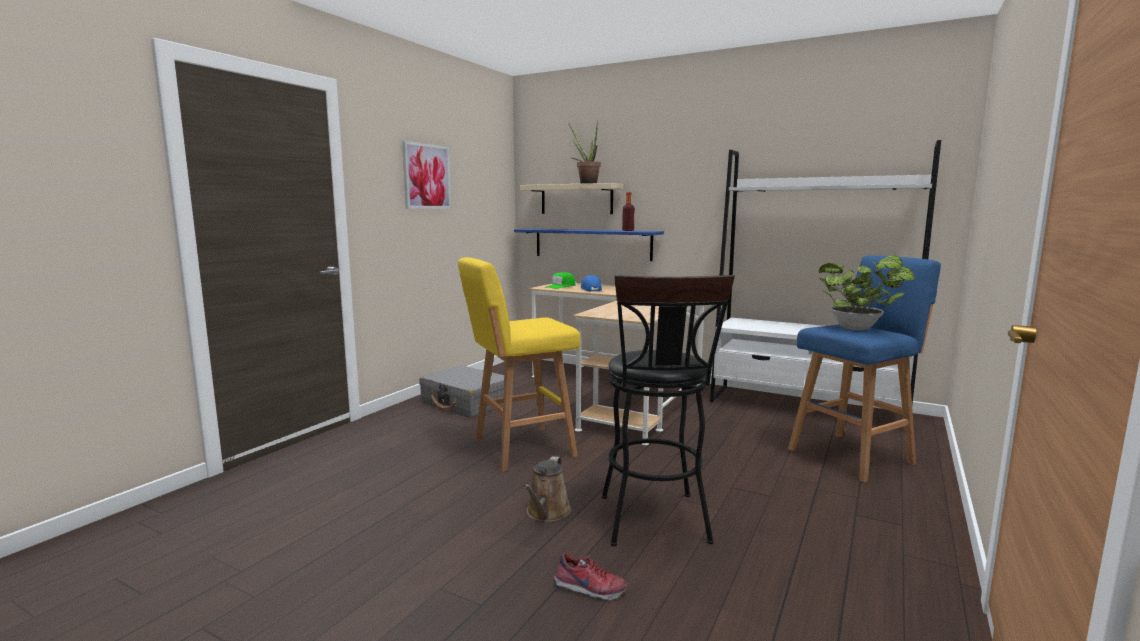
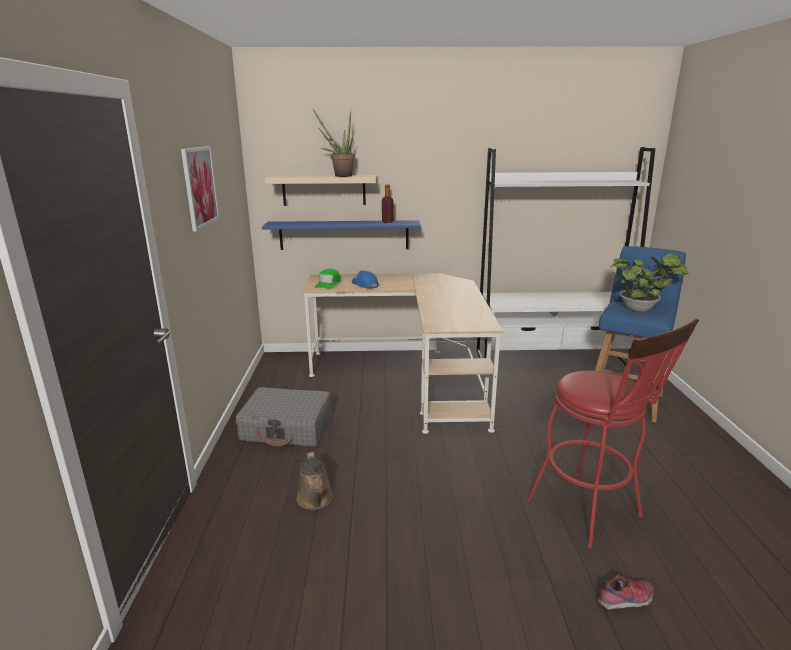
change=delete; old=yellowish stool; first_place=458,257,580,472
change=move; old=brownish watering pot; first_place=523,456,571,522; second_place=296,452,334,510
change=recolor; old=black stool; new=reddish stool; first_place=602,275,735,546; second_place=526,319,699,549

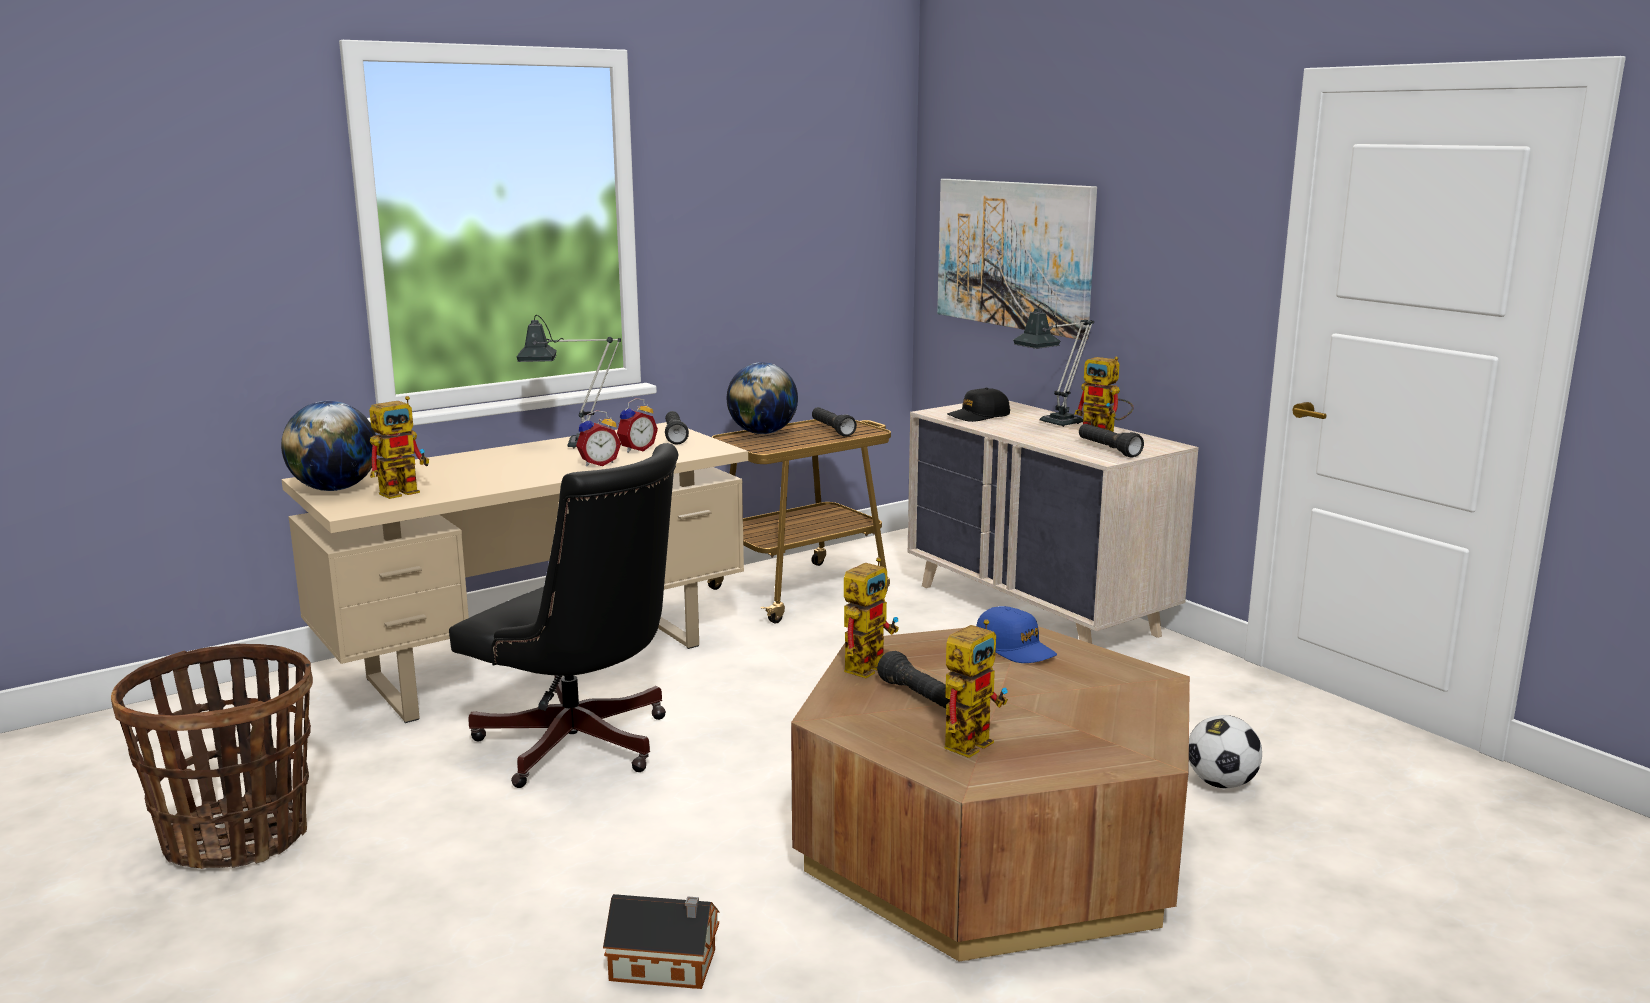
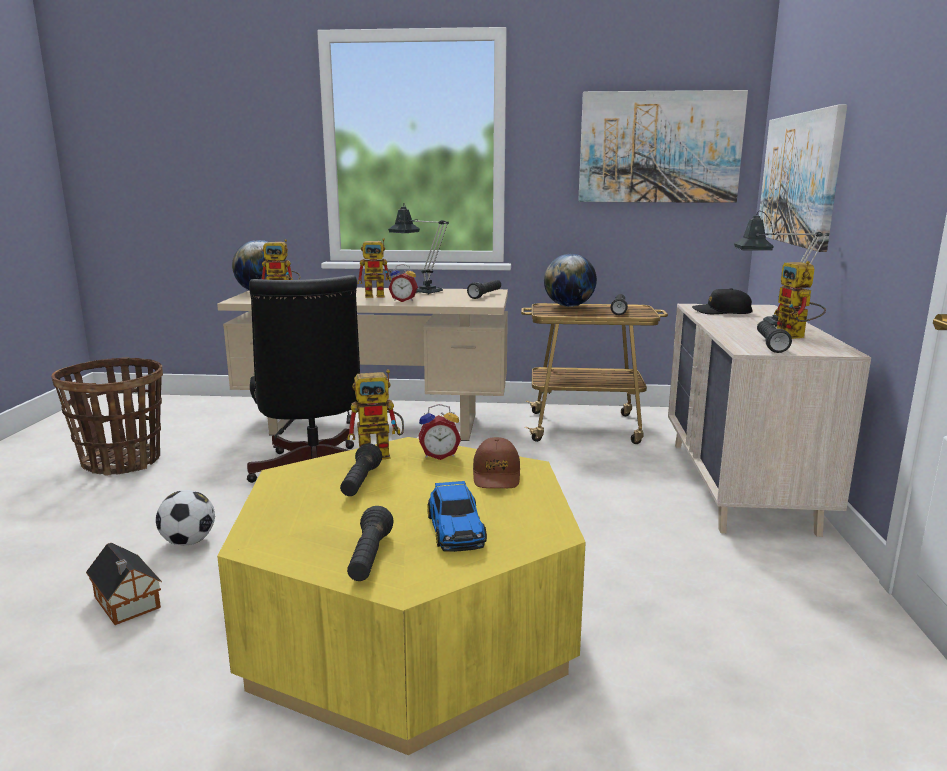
change=move; old=alarm clock; first_place=617,398,658,453; second_place=418,404,461,460
change=recolor; old=brownish lounge table; new=yellowish lounge table; first_place=791,626,1190,961; second_place=217,437,586,755
change=move; old=model robot; first_place=944,619,1008,758; second_place=357,238,395,298
change=recolor; old=bluish peaked cap; new=brownish peaked cap; first_place=976,606,1057,663; second_place=473,437,520,488
change=move; old=football ball; first_place=1189,715,1262,788; second_place=156,490,215,545
change=insert; new=black hand torch; second_place=347,506,394,581
change=insert; new=miniature car; second_place=427,481,487,552
change=insert; new=wall art; second_place=578,90,748,203

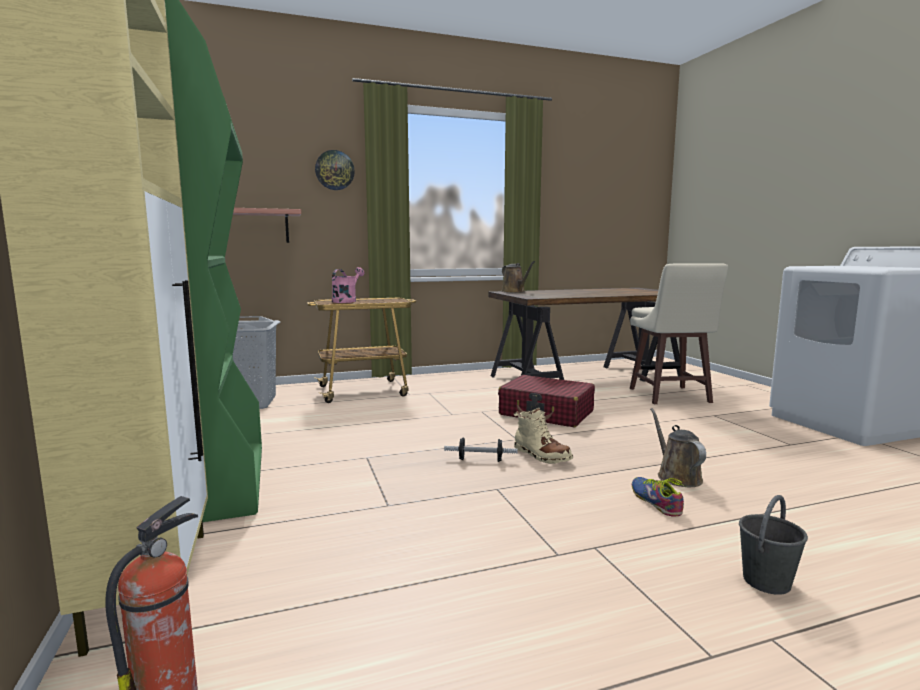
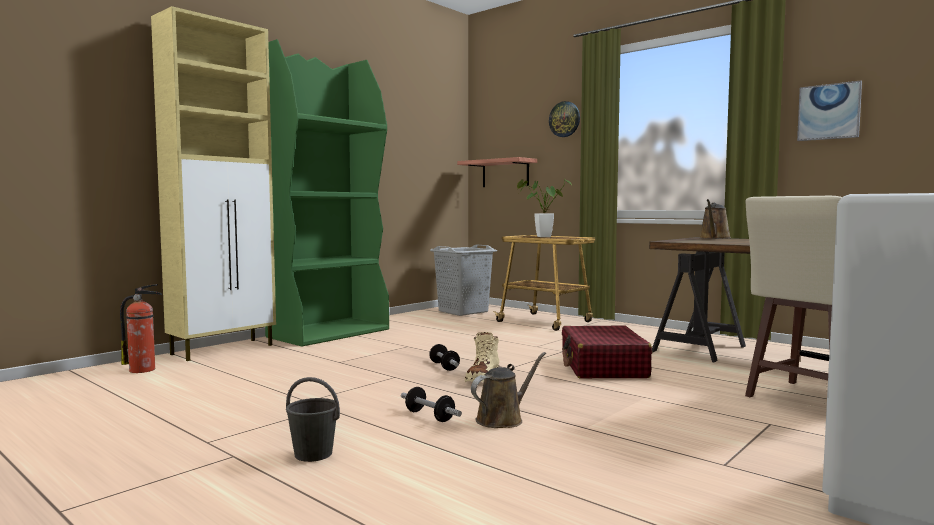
change=replace; old=pinkish watering pot; new=potted plant; first_place=332,267,364,303; second_place=517,178,572,237
change=replace; old=shoe; new=dumbbell; first_place=632,477,687,517; second_place=401,387,462,422
change=insert; new=wall art; second_place=797,80,862,141

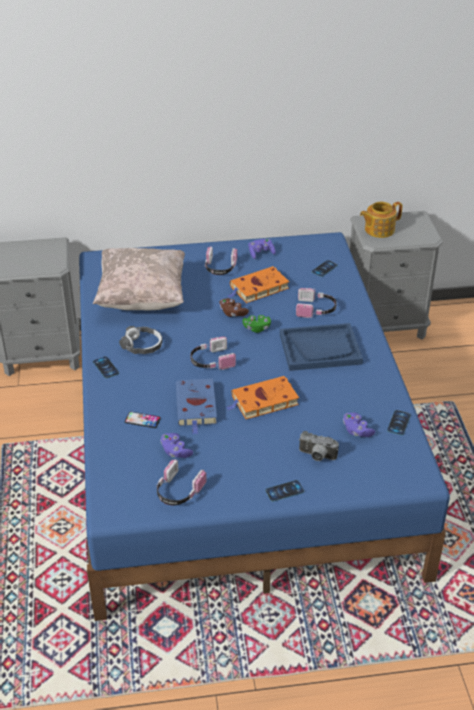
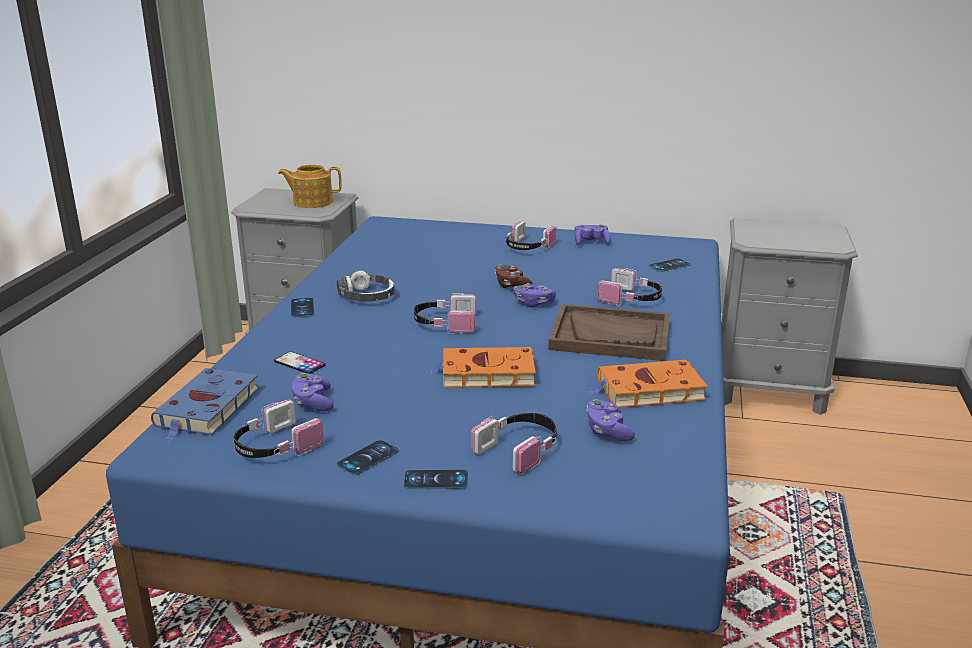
change=delete; old=sand-coloured pillow; first_place=93,248,185,310
change=move; old=bluish bound book; first_place=176,379,217,434; second_place=151,368,259,442
change=move; old=orange-coloured bound book; first_place=227,266,289,303; second_place=585,360,708,408
change=recolor; old=green joypad; new=purplish joypad; first_place=243,315,271,333; second_place=513,283,556,308
change=recolor; old=bluish carrying tray; new=brownish carrying tray; first_place=280,323,363,371; second_place=548,304,670,361
change=replace; old=photo camera; new=pair of headphones; first_place=299,431,339,461; second_place=471,413,557,474
change=move; old=teapot; first_place=360,202,402,238; second_place=278,164,342,208
change=move; old=phone; first_place=387,410,411,436; second_place=336,440,399,475

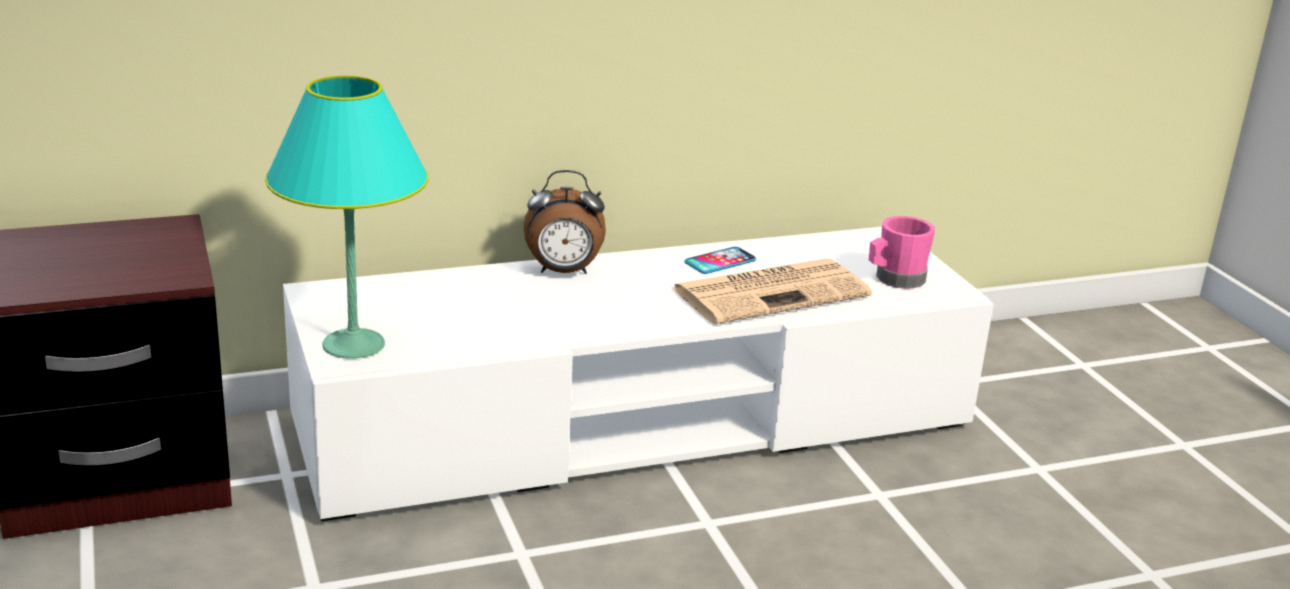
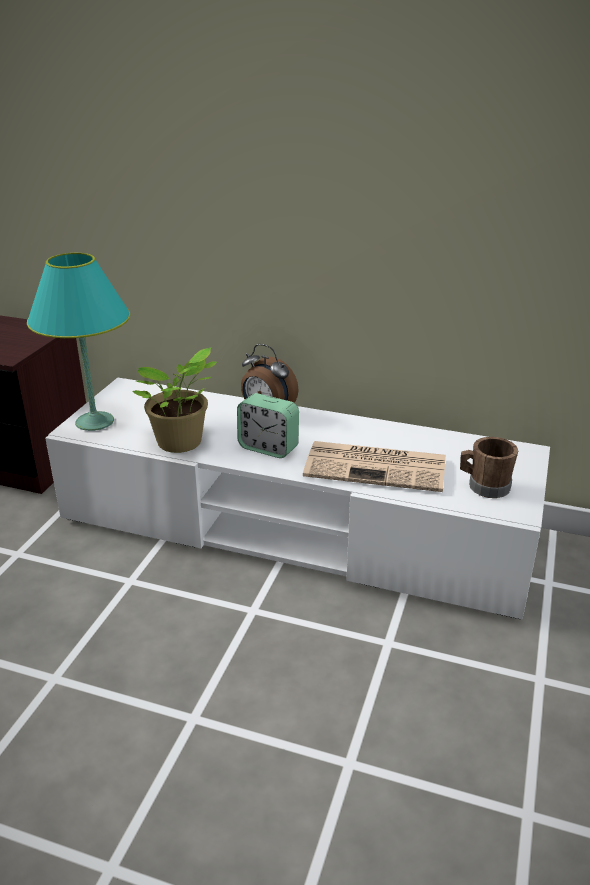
change=delete; old=phone; first_place=685,247,756,274
change=recolor; old=pinkish mug; new=brownish mug; first_place=869,216,935,289; second_place=460,437,518,498
change=insert; new=potted plant; second_place=132,348,217,453
change=insert; new=alarm clock; second_place=237,393,299,458

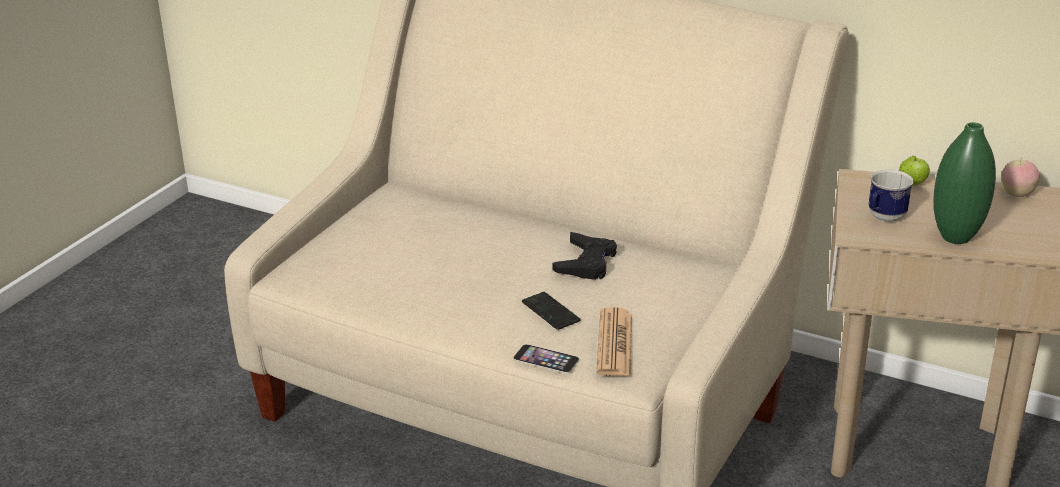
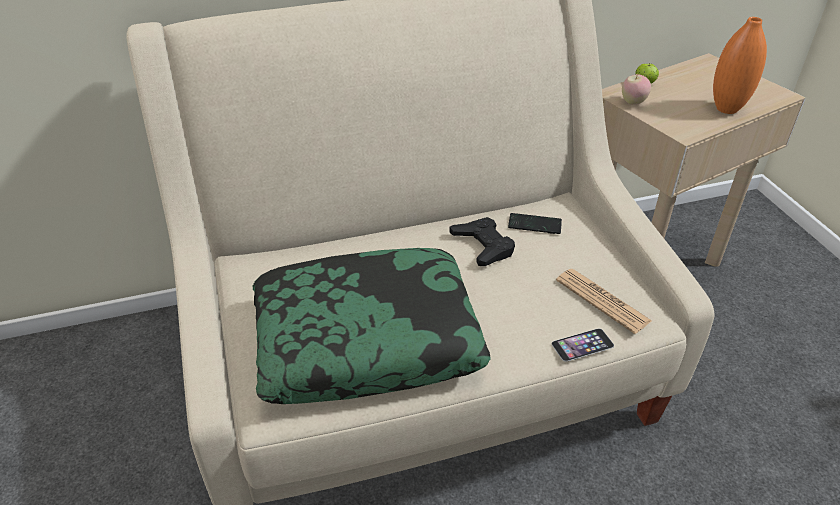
change=move; old=phone; first_place=522,292,580,330; second_place=508,213,562,234
change=delete; old=mug; first_place=868,169,914,222
change=recolor; old=green decorative vase; new=orange-coloured decorative vase; first_place=933,122,996,244; second_place=713,17,767,114
change=move; old=whole apple; first_place=1001,158,1040,197; second_place=622,73,651,105
change=insert; new=pillow; second_place=253,248,491,404

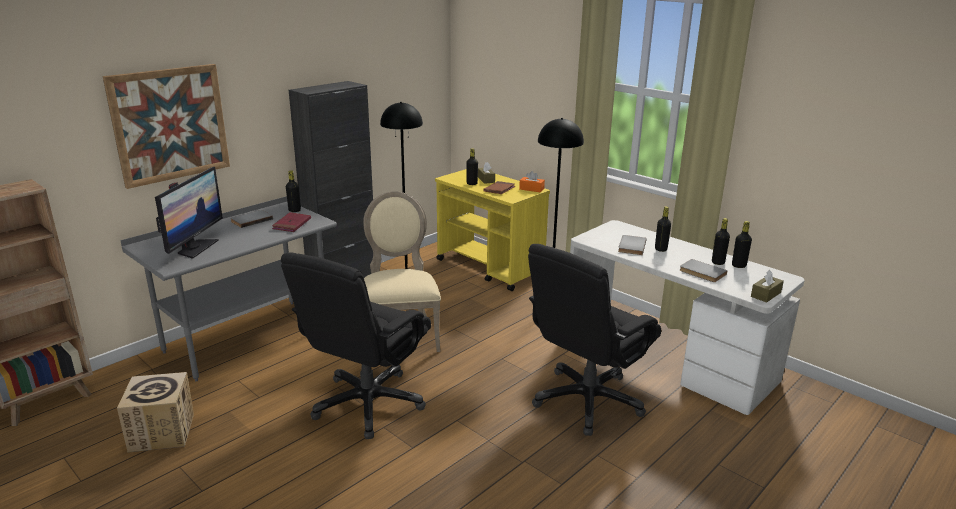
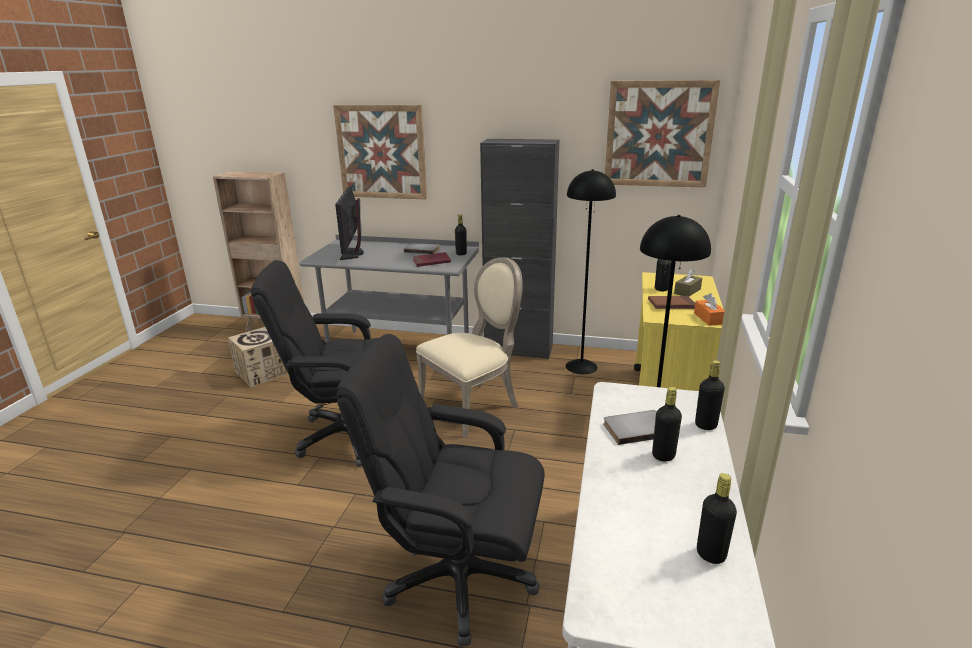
change=rotate; old=computer screen; first_place=155,167,223,259; second_place=335,187,364,260; degrees=105
change=delete; old=greyish bound book; first_place=679,259,728,282
change=move; old=black bottle; first_place=712,218,730,265; second_place=695,360,725,430
change=delete; old=brownish tissue box; first_place=751,270,784,303
change=insert; new=wall art; second_place=605,80,720,188

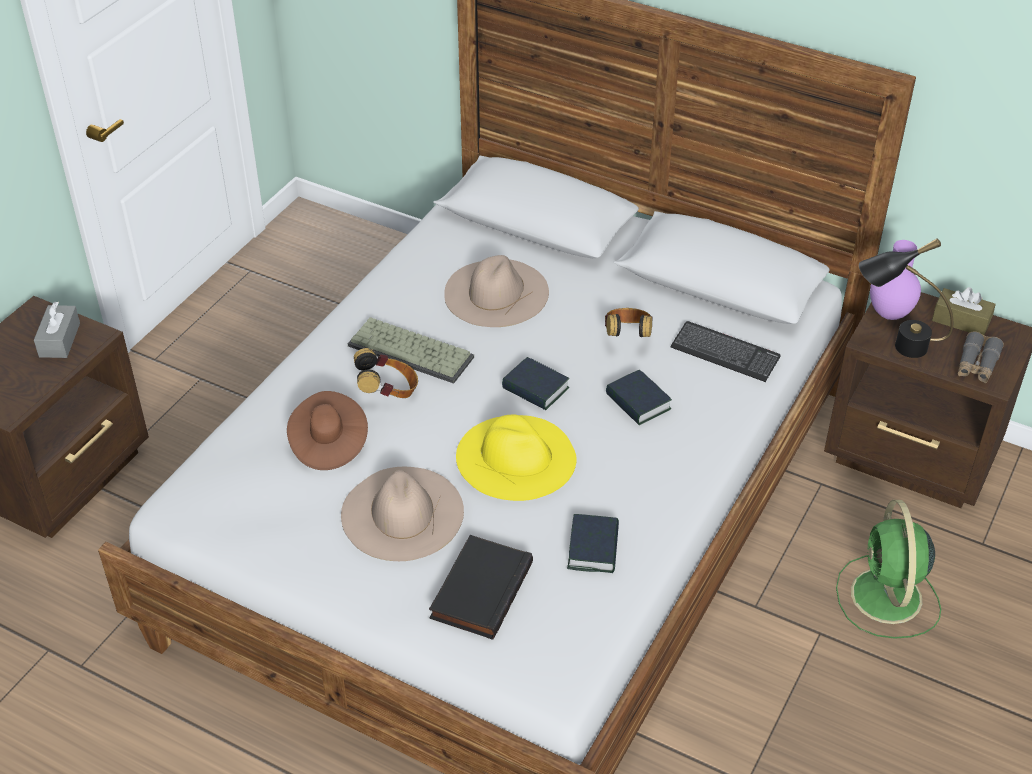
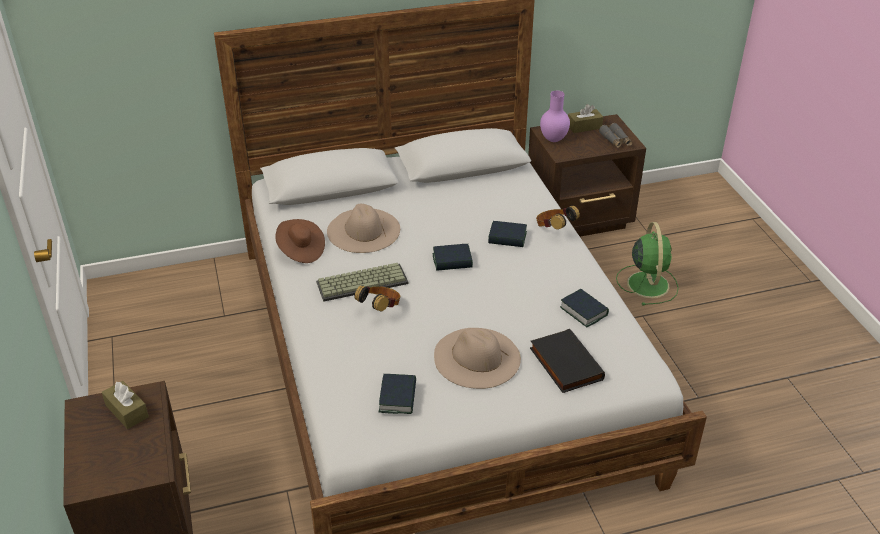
change=recolor; old=greyish tissue box; new=brownish tissue box; first_place=34,302,80,358; second_place=102,381,149,429
change=move; old=brownish clothing hat; first_place=287,391,368,470; second_place=275,219,325,263
change=delete; old=yellowish clothing hat; first_place=456,415,577,501
change=move; old=pair of headphones; first_place=605,308,653,337; second_place=536,205,580,230
change=delete; old=PC keyboard; first_place=670,321,780,382
change=rotate; old=green cooling fan; first_place=836,500,941,639; second_place=616,222,679,306; degrees=-135
change=delete; old=black tabletop lamp; first_place=859,239,953,358
change=insert; new=bound book; second_place=379,374,416,414

